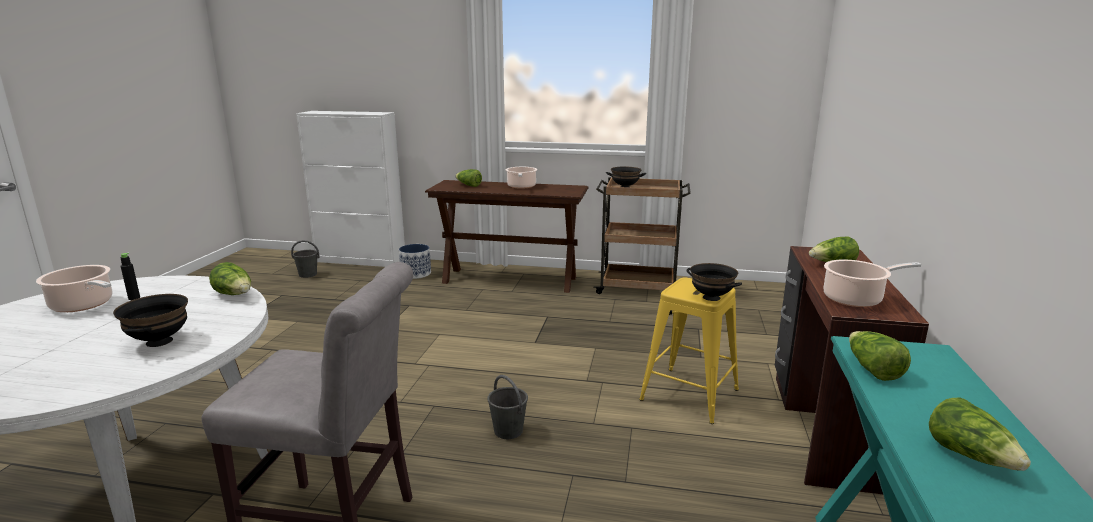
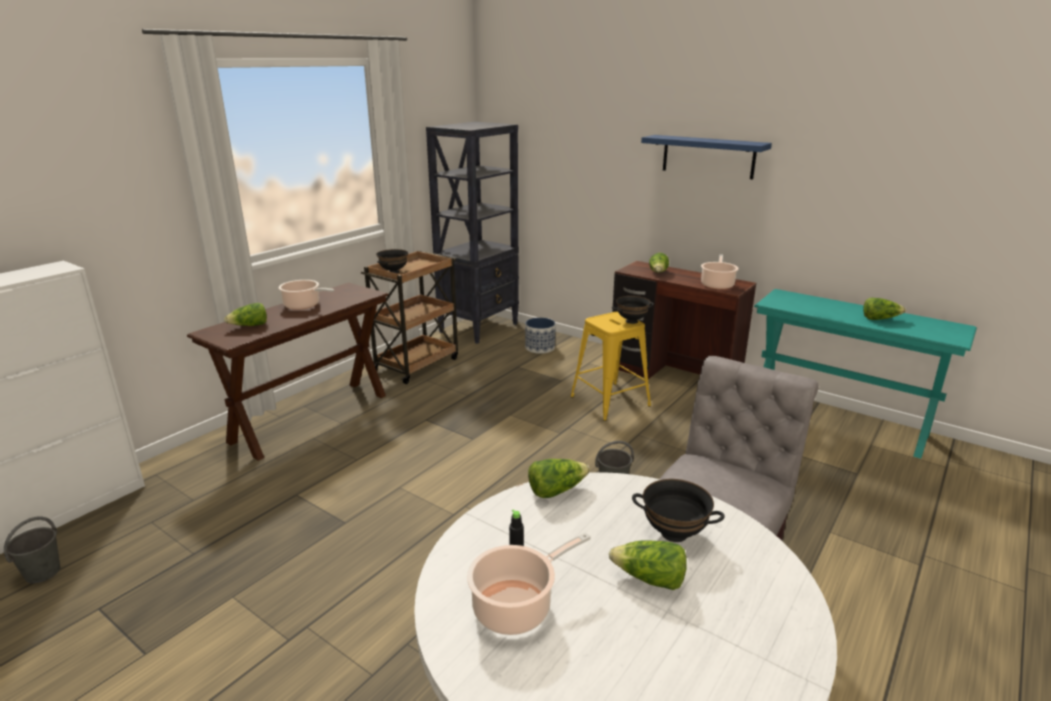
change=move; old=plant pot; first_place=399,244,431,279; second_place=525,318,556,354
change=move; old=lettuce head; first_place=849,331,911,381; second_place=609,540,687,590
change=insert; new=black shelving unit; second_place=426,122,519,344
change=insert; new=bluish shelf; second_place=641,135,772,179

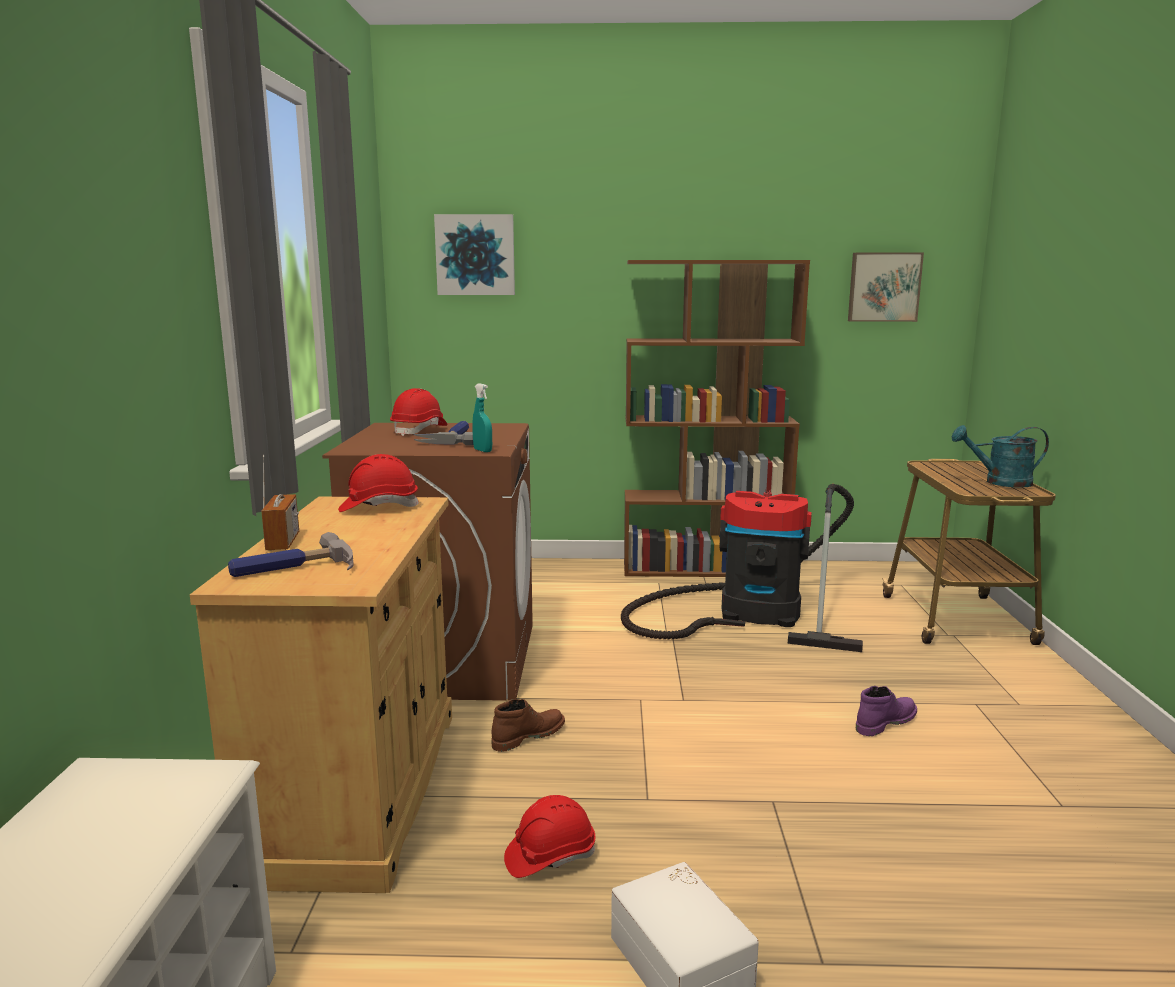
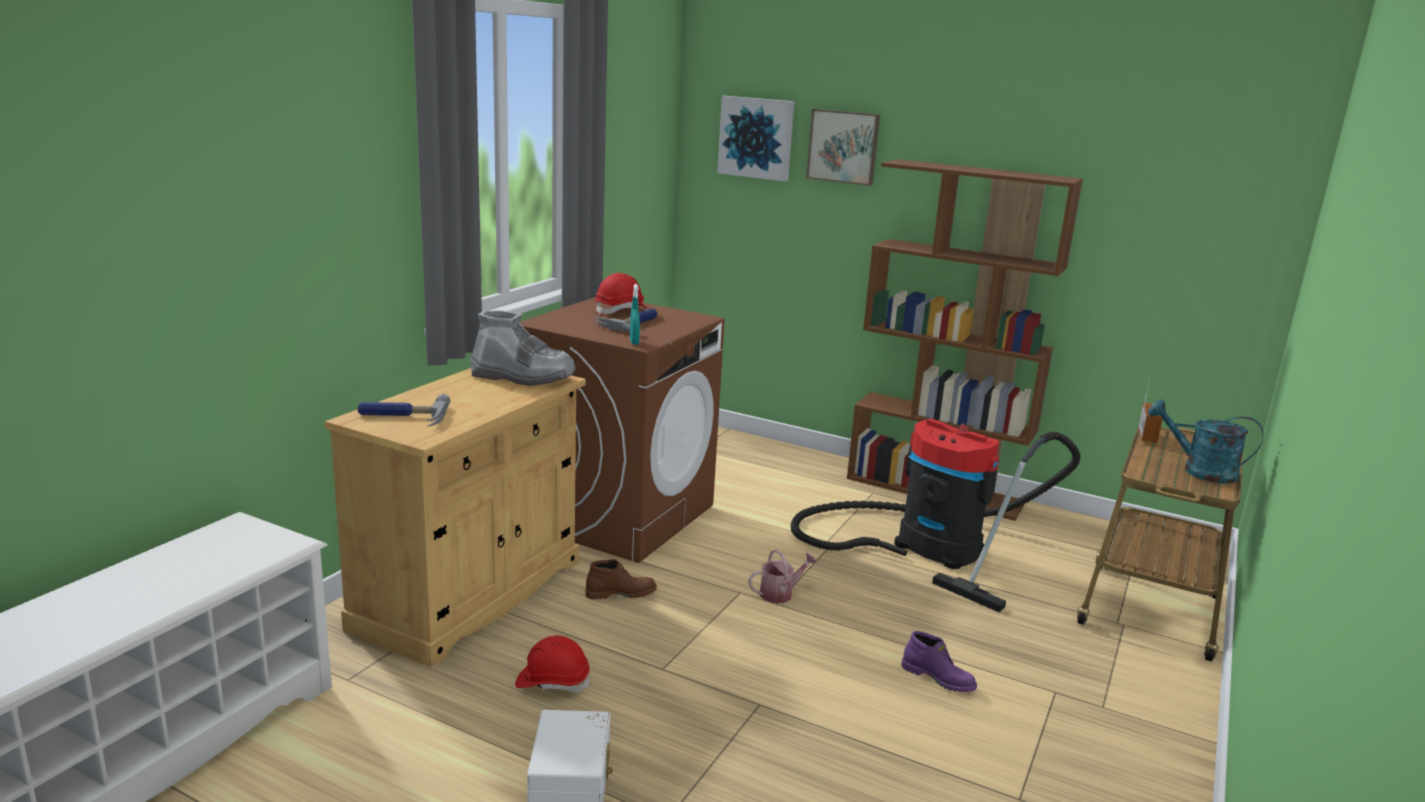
change=move; old=radio receiver; first_place=261,455,299,550; second_place=1138,376,1163,443
change=replace; old=reddish hard hat; new=greyish high-top boot; first_place=338,454,419,512; second_place=470,310,576,386
change=move; old=wall art; first_place=848,253,924,322; second_place=806,109,880,186
change=rotate; old=purplish high-top boot; first_place=856,686,917,736; second_place=901,631,977,692; degrees=45
change=insert; new=watering pot; second_place=748,549,817,603

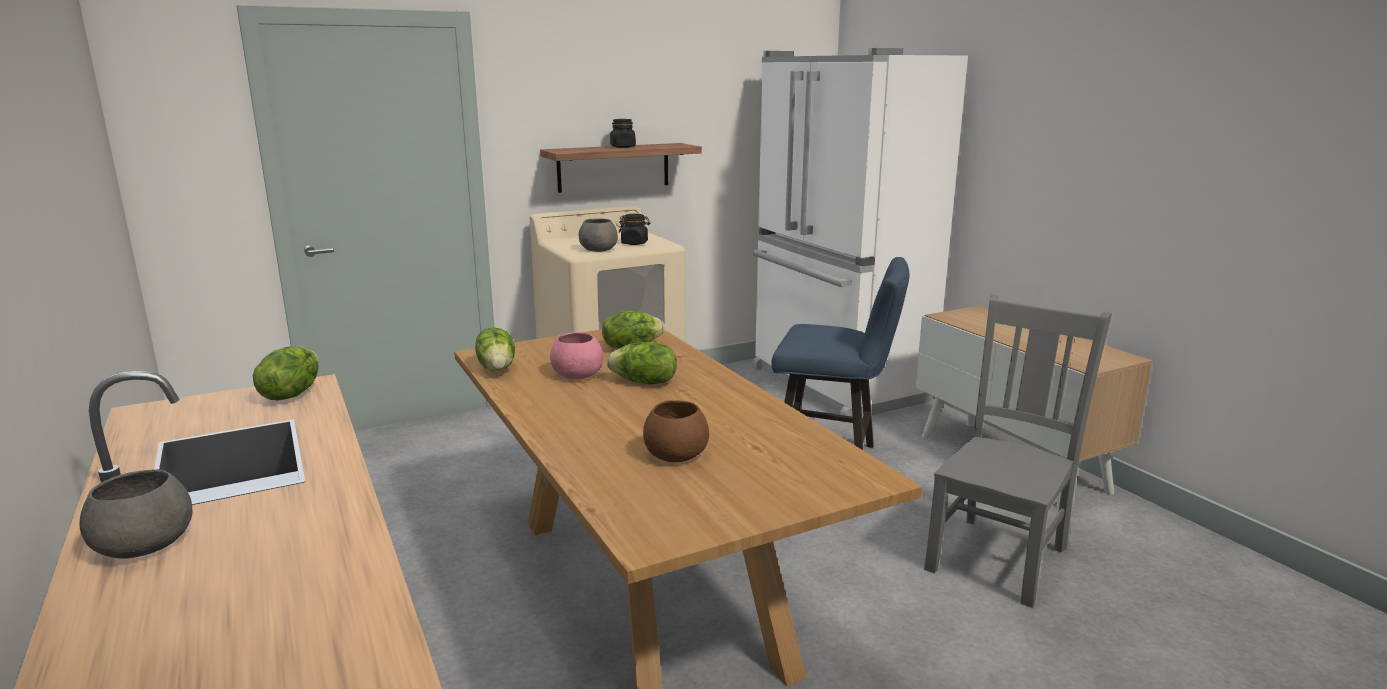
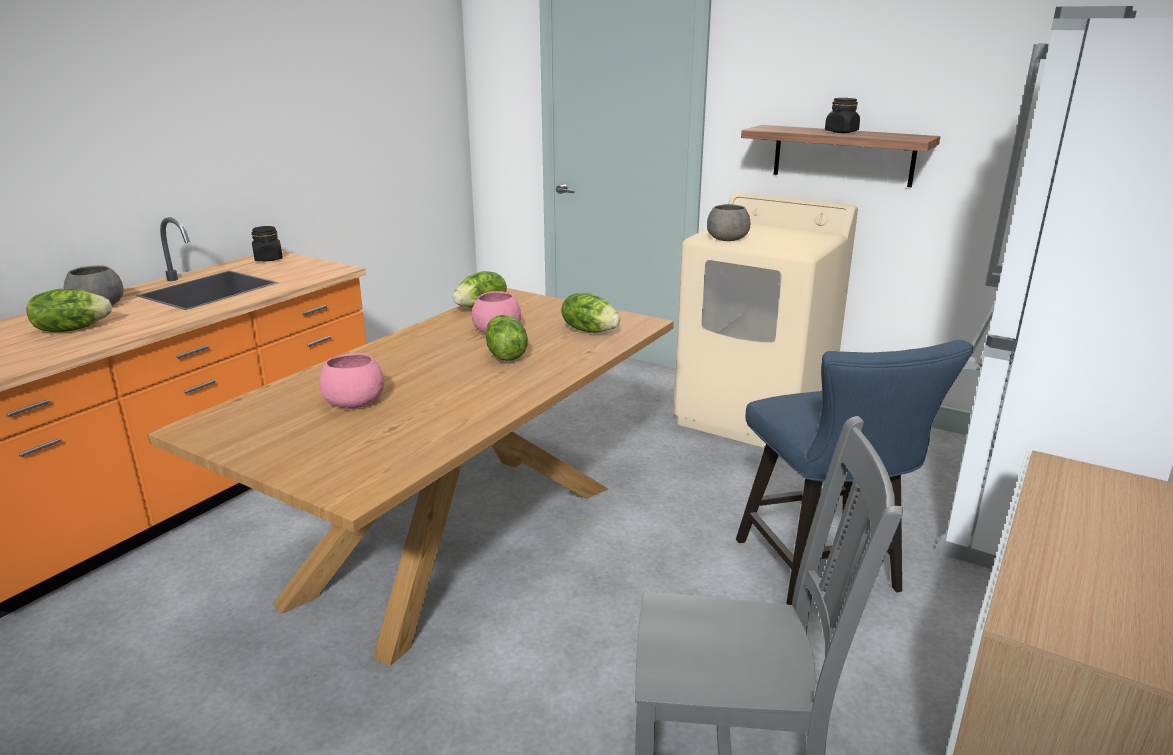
change=move; old=lettuce head; first_place=253,346,319,401; second_place=27,289,112,332
change=move; old=black storage jar; first_place=619,214,651,245; second_place=251,226,283,261
change=recolor; old=brownish deep dish; new=pinkish deep dish; first_place=643,400,709,462; second_place=319,353,384,409

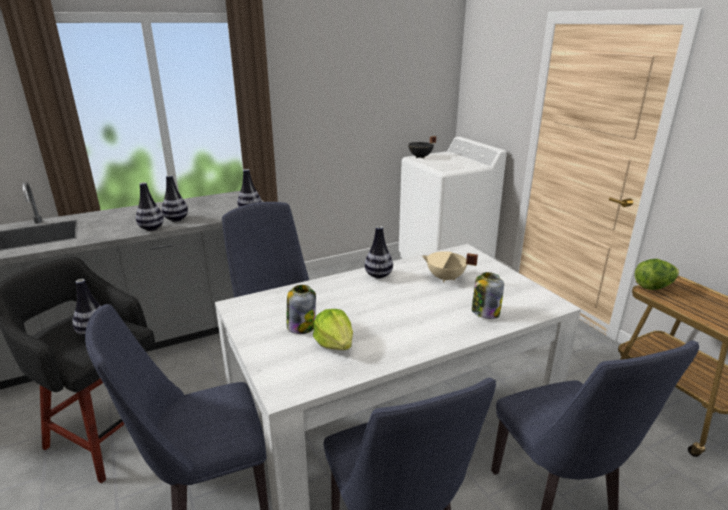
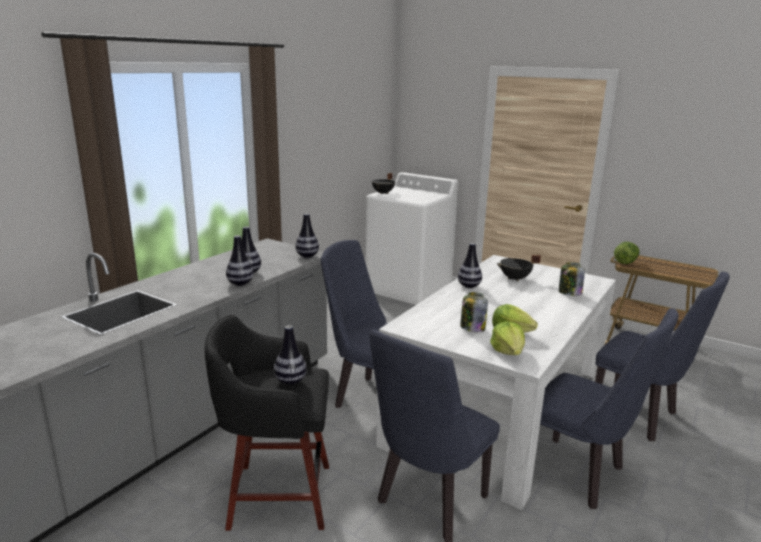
change=recolor; old=sand-coloured saucepot; new=black saucepot; first_place=422,251,478,282; second_place=497,255,541,282
change=insert; new=lettuce head; second_place=490,321,525,355

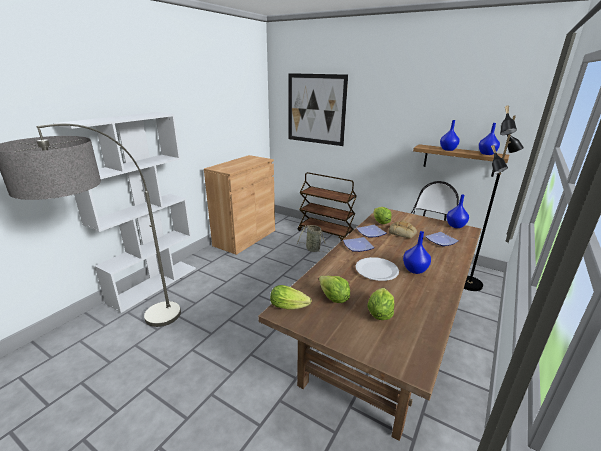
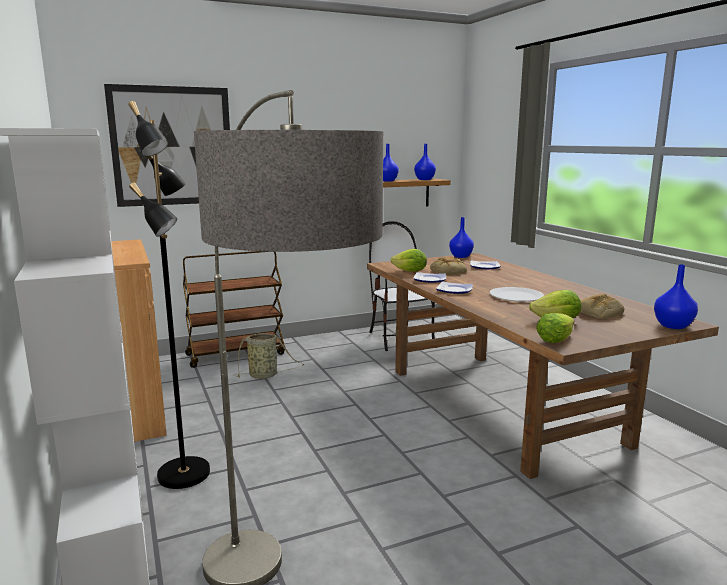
change=replace; old=lettuce head; new=bread; first_place=367,288,394,320; second_place=580,294,624,319
change=move; old=bluish decorative vase; first_place=403,231,431,274; second_place=654,264,698,329
change=move; old=black floor lamp; first_place=464,105,524,291; second_place=128,101,210,489

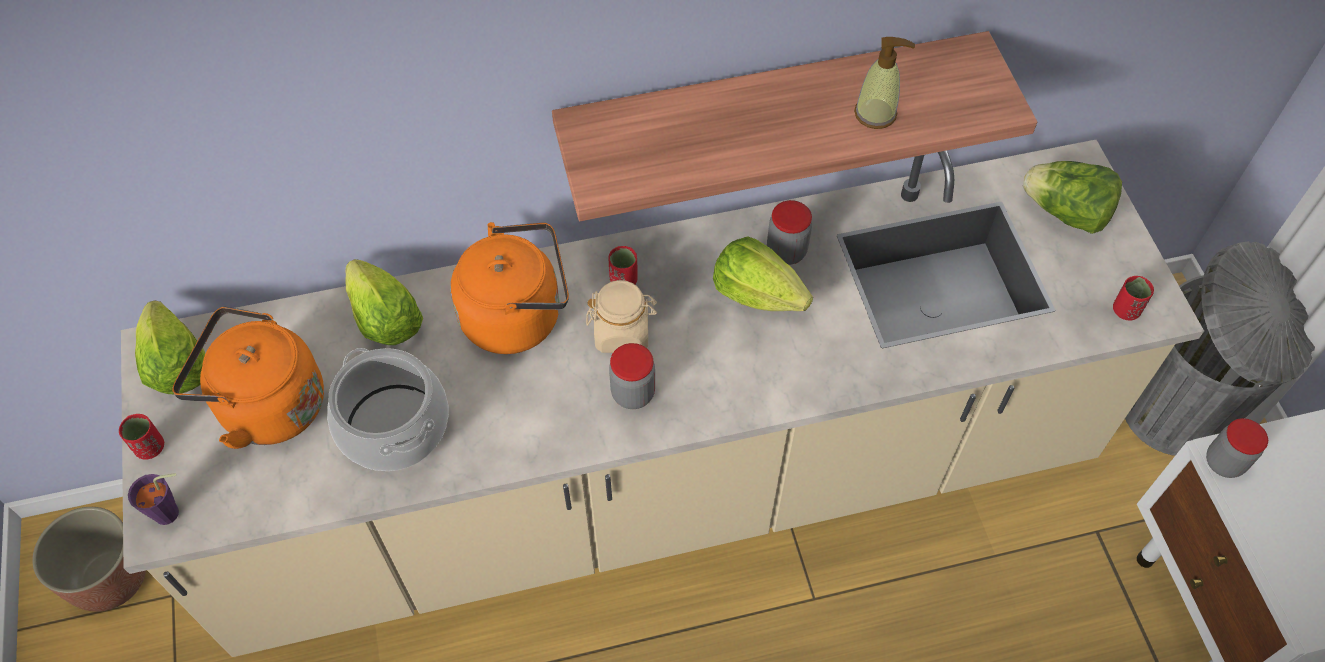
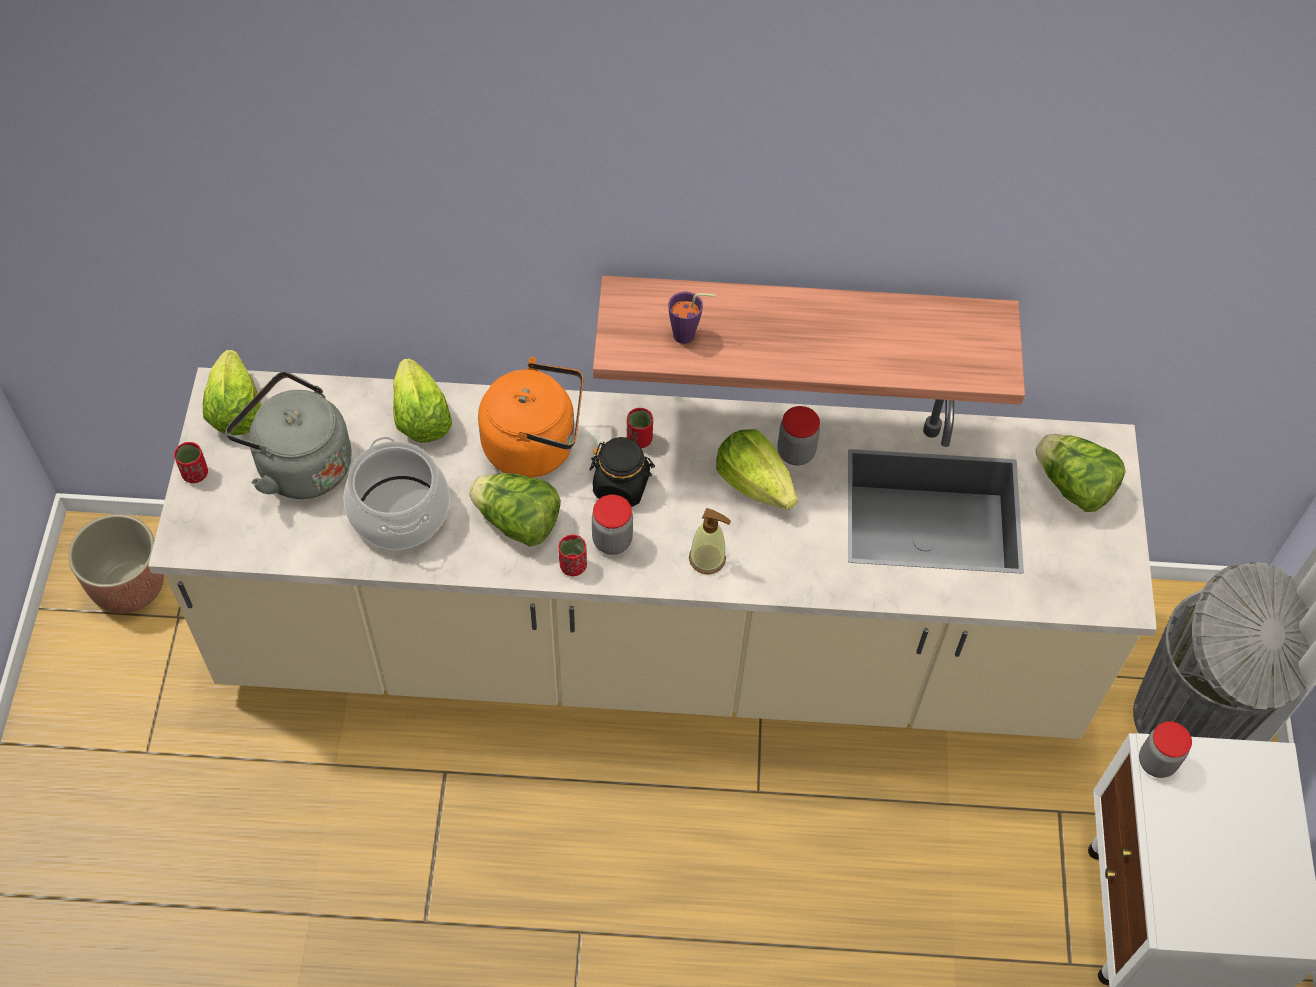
change=move; old=purplish small cup; first_place=128,473,179,525; second_place=668,292,716,344
change=recolor; old=orange-coloured tea kettle; new=greyish tea kettle; first_place=172,307,324,449; second_place=226,371,352,499
change=recolor; old=sand-coloured storage jar; new=black storage jar; first_place=586,280,657,353; second_place=590,437,655,507
change=move; old=liquid soap bottle; first_place=854,37,915,129; second_place=689,508,731,574
change=move; old=reddish small cup; first_place=1113,276,1154,320; second_place=558,535,587,576
change=insert; new=lettuce head; second_place=469,473,561,547

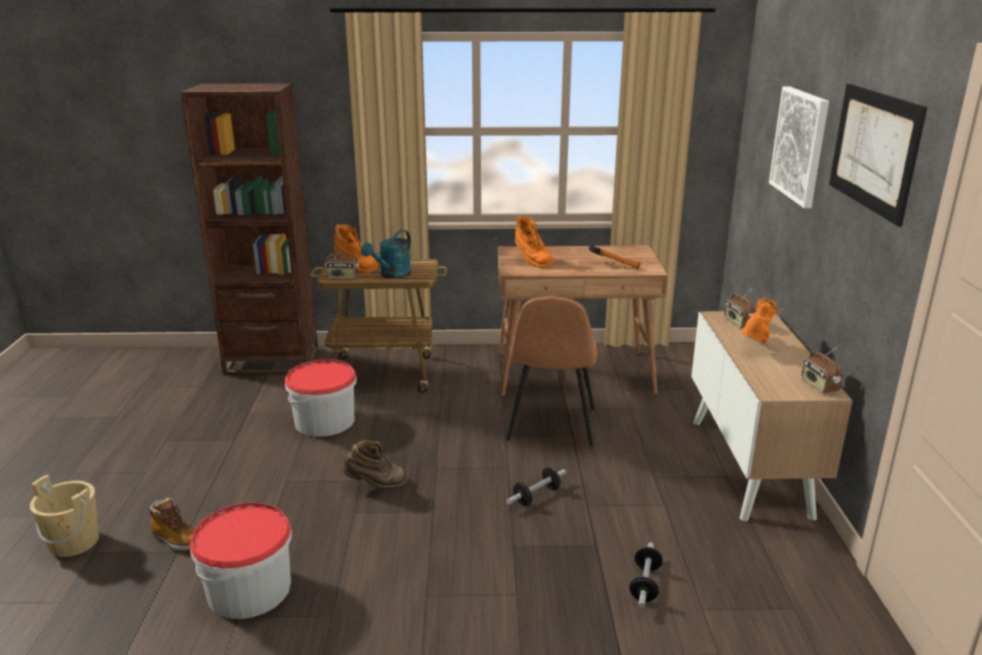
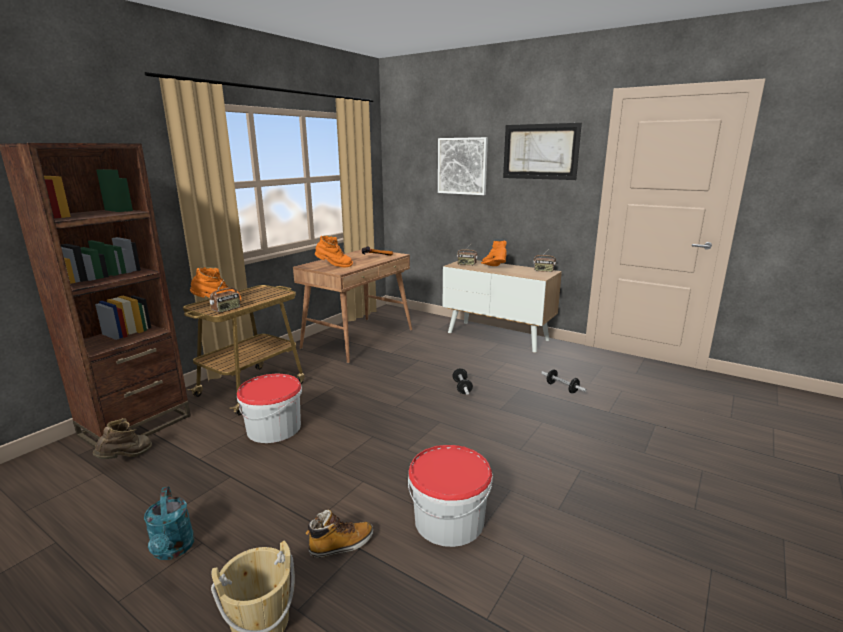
change=move; old=brownish high-top boot; first_place=342,440,407,489; second_place=93,418,152,459
change=move; old=turquoise-coloured watering pot; first_place=361,230,411,279; second_place=144,486,194,560
change=delete; old=brownish upright chair; first_place=506,296,597,447

